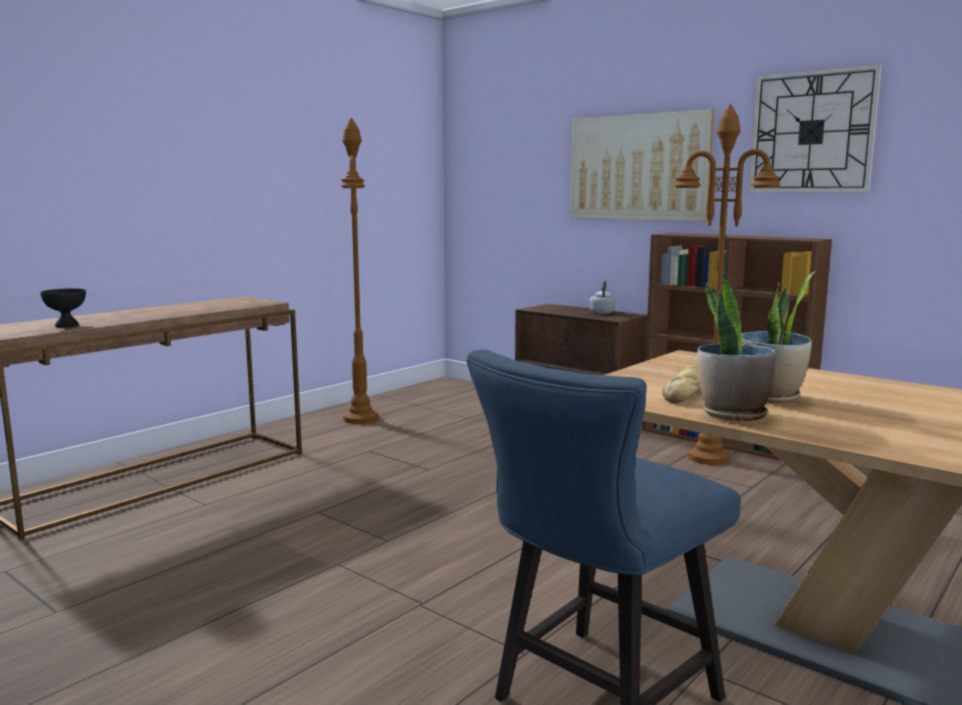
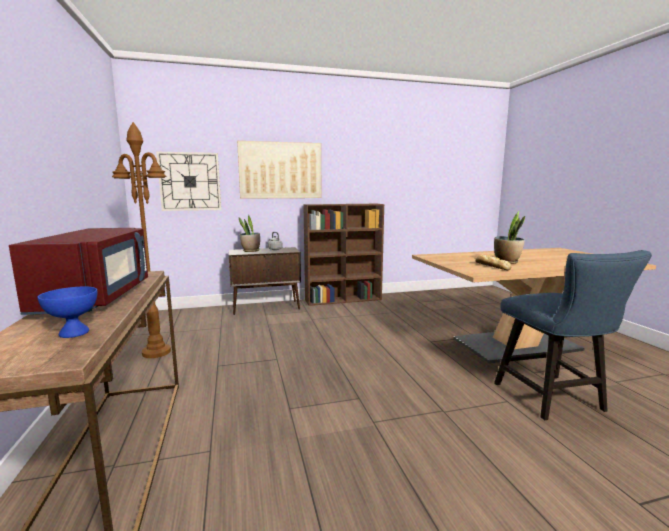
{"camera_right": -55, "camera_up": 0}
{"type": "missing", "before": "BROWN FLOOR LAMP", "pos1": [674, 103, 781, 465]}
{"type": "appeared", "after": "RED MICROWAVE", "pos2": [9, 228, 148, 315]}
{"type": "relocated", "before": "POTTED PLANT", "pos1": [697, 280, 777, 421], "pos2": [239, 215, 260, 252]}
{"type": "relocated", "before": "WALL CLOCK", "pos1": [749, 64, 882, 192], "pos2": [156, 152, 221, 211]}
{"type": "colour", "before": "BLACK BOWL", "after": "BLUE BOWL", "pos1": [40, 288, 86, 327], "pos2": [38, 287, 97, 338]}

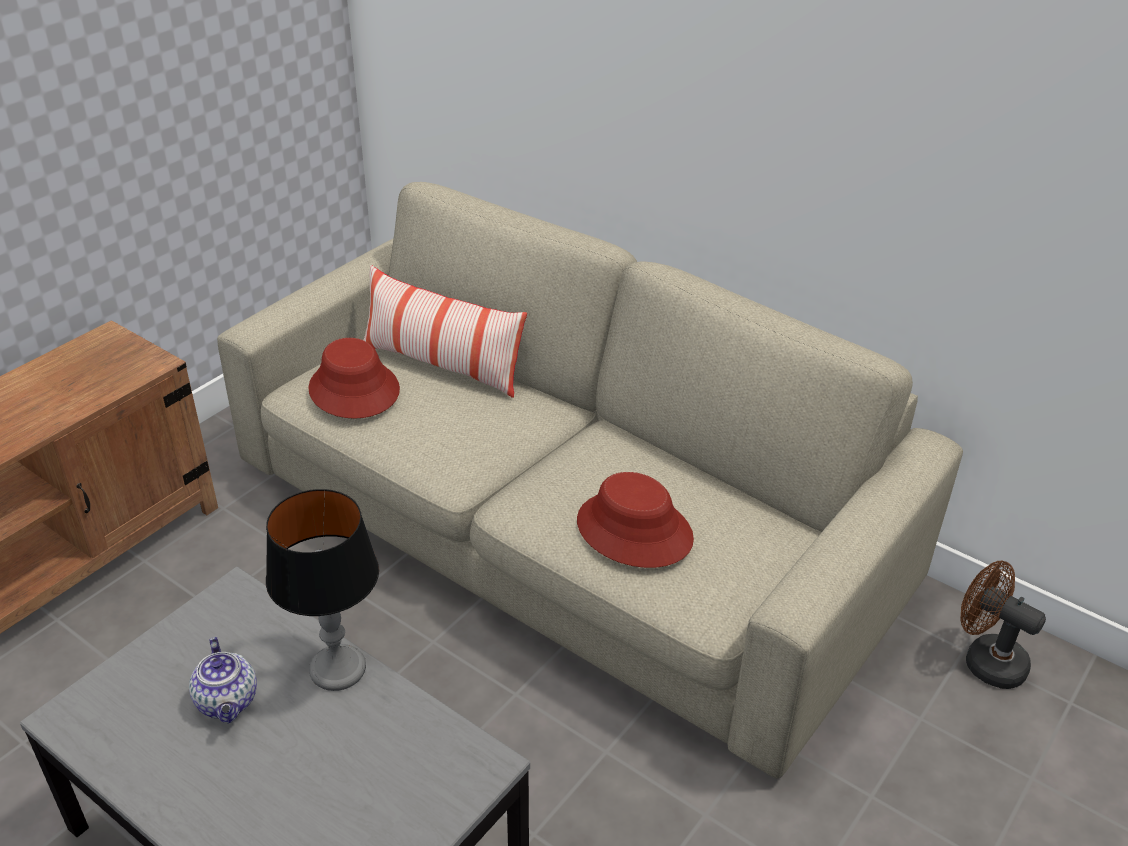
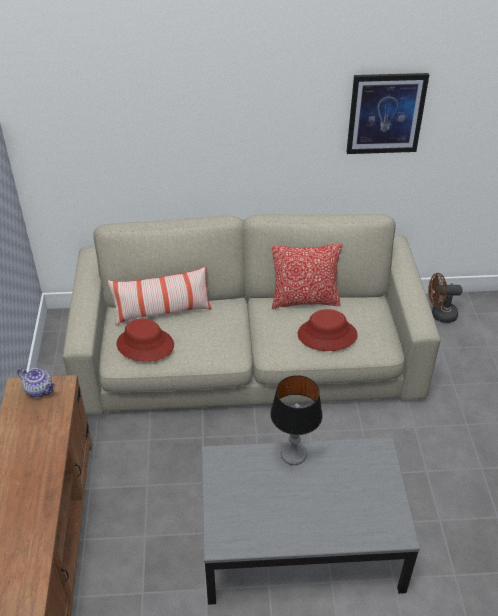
{"camera_right": -40, "camera_up": 5}
{"type": "appeared", "after": "PILLOW", "pos2": [272, 243, 343, 309]}
{"type": "appeared", "after": "PICTURE", "pos2": [347, 73, 429, 154]}
{"type": "relocated", "before": "TEAPOT", "pos1": [189, 637, 257, 723], "pos2": [17, 368, 55, 397]}

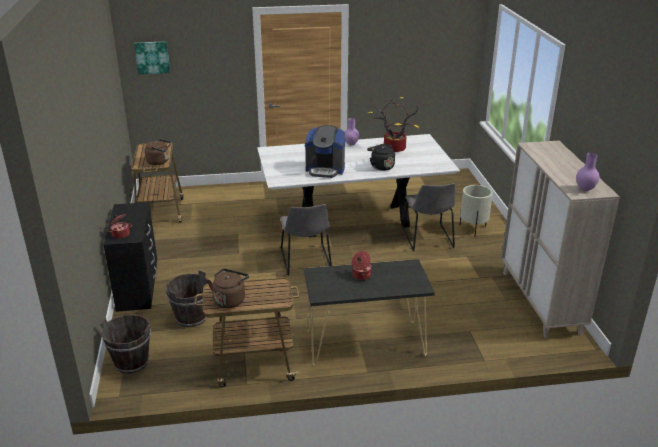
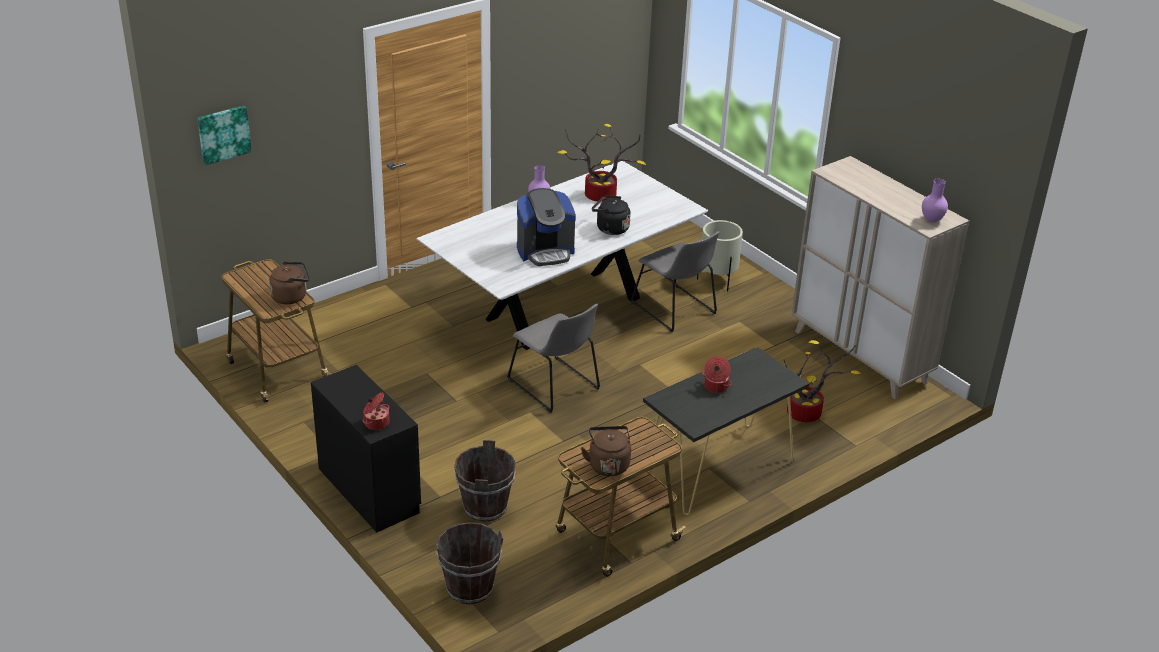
{"camera_right": -30, "camera_up": 5}
{"type": "appeared", "after": "POTTED PLANT", "pos2": [784, 340, 861, 422]}

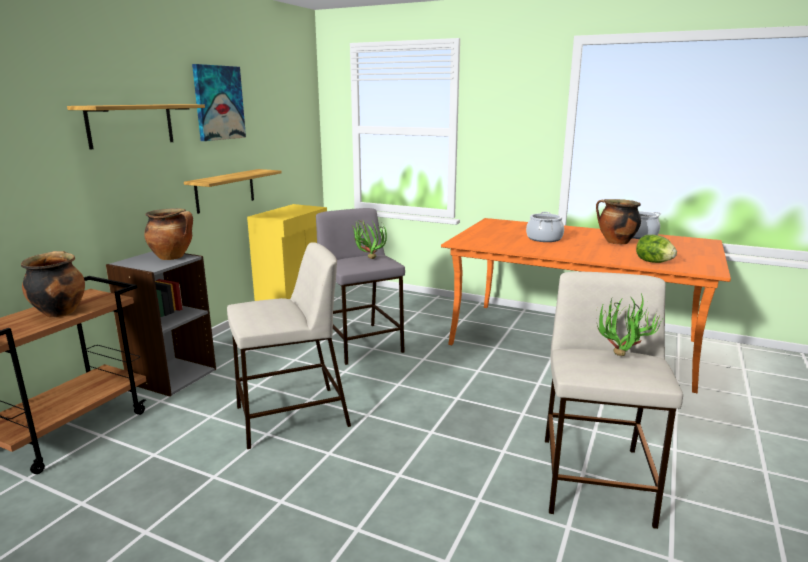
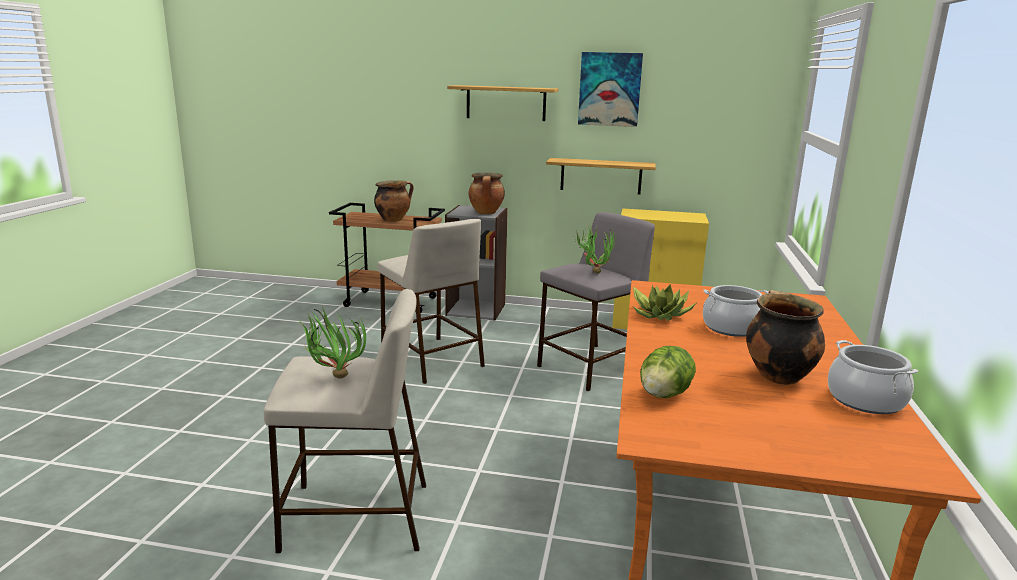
{"camera_right": 75, "camera_up": 0}
{"type": "appeared", "after": "POTTED PLANT", "pos2": [633, 284, 696, 321]}

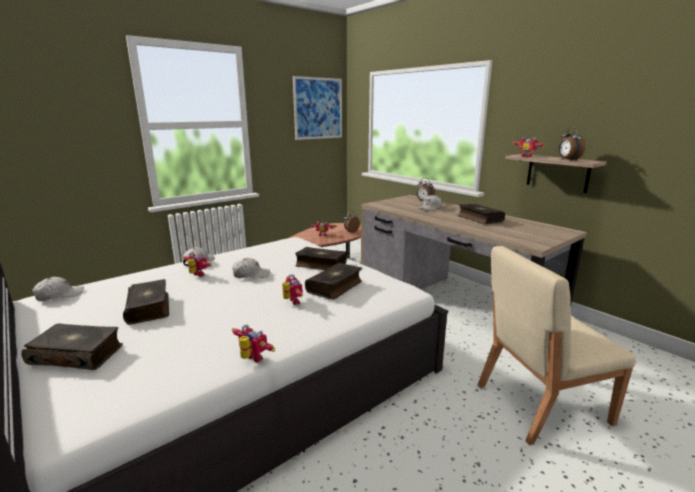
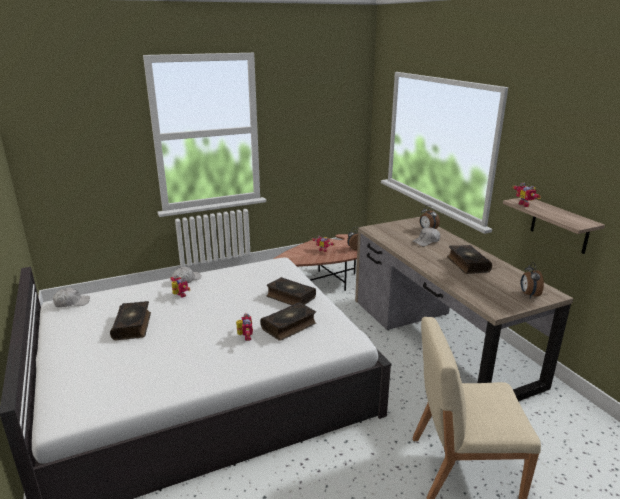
{"camera_right": 15, "camera_up": 5}
{"type": "missing", "before": "BOOK", "pos1": [21, 324, 123, 370]}
{"type": "missing", "before": "WHITE CAP", "pos1": [232, 258, 270, 278]}
{"type": "missing", "before": "TOY ROBOT", "pos1": [232, 324, 276, 362]}
{"type": "missing", "before": "PICTURE", "pos1": [293, 76, 342, 140]}
{"type": "relocated", "before": "ALARM CLOCK", "pos1": [558, 127, 585, 161], "pos2": [521, 262, 544, 298]}

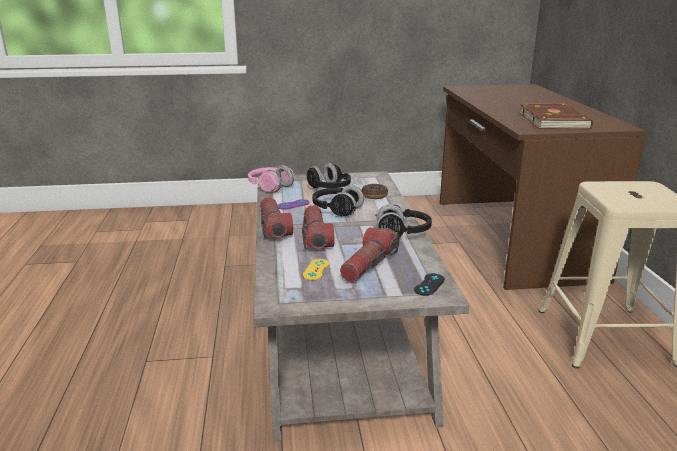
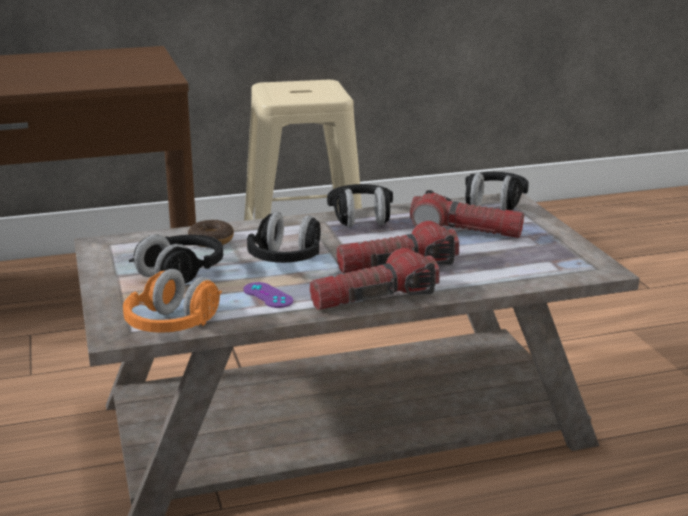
{"camera_right": -100, "camera_up": 0}
{"type": "missing", "before": "YELLOW GAME CONTROLLER", "pos1": [303, 259, 329, 280]}
{"type": "missing", "before": "BROWN BOOK", "pos1": [519, 103, 593, 129]}
{"type": "exchanged", "before": "BLACK GAME CONTROLLER", "after": "BLACK HEADPHONES", "pos1": [414, 273, 445, 296], "pos2": [465, 172, 529, 211]}
{"type": "colour", "before": "PINK HEADPHONES", "after": "ORANGE HEADPHONES", "pos1": [248, 165, 294, 192], "pos2": [123, 269, 222, 333]}

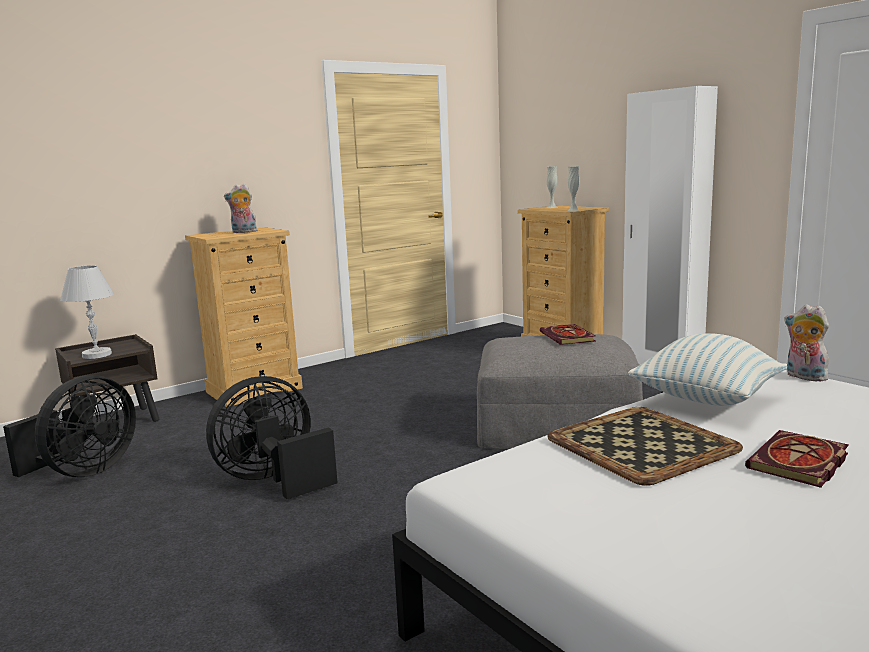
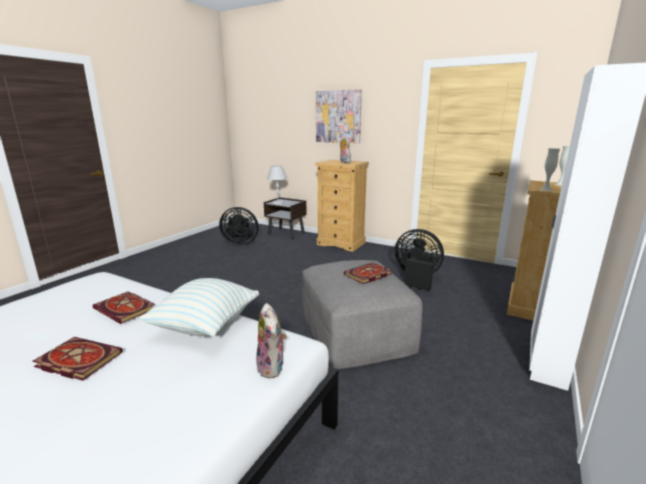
{"camera_right": 65, "camera_up": 5}
{"type": "appeared", "after": "PICTURE", "pos2": [316, 89, 362, 143]}
{"type": "relocated", "before": "BLACK FAN", "pos1": [206, 376, 338, 499], "pos2": [395, 229, 444, 291]}
{"type": "exchanged", "before": "TRAY", "after": "BOOK", "pos1": [547, 407, 743, 486], "pos2": [93, 291, 155, 324]}
{"type": "spun", "before": "PLUSH TOY", "pos1": [784, 304, 829, 381], "pos2": [256, 303, 287, 379], "turn": 135}

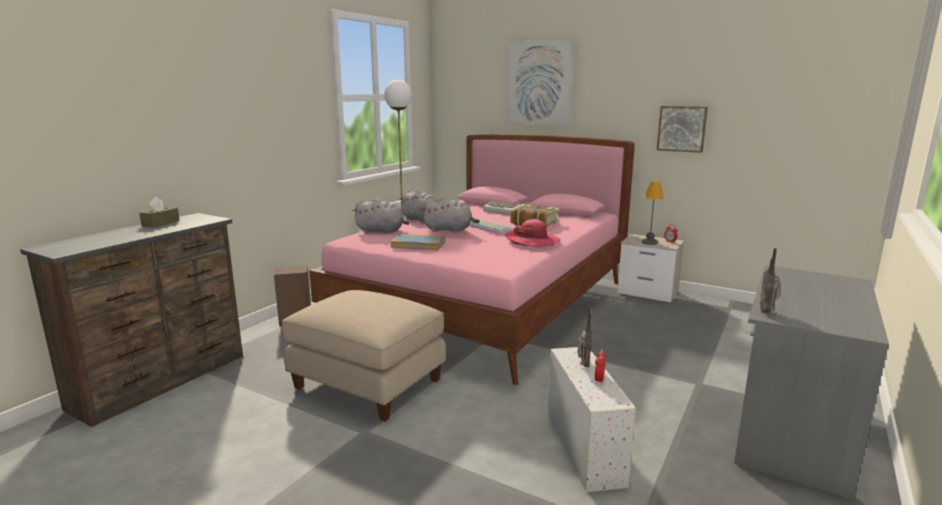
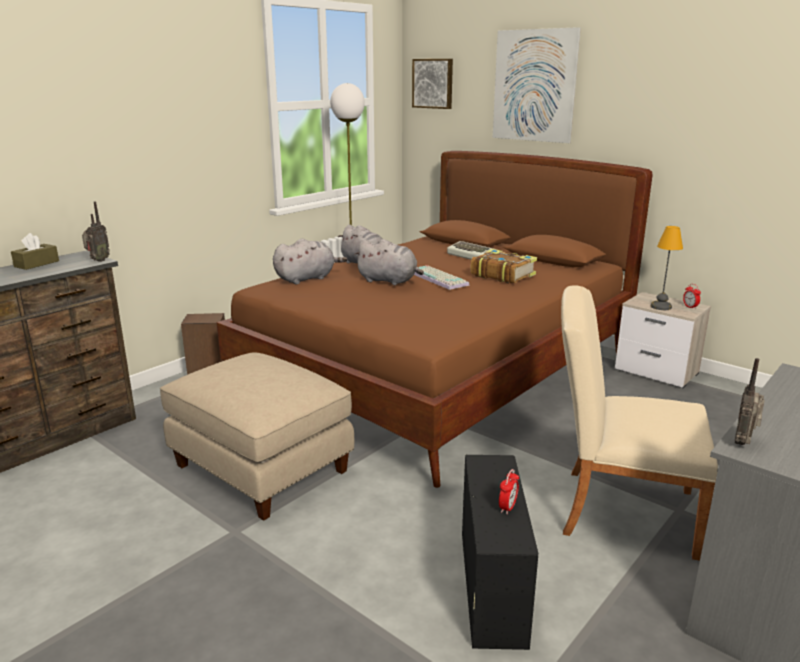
{"camera_right": 10, "camera_up": 5}
{"type": "missing", "before": "BOOK", "pos1": [390, 234, 445, 250]}
{"type": "missing", "before": "HAT", "pos1": [505, 219, 561, 247]}
{"type": "appeared", "after": "BEIGE CHAIR", "pos2": [561, 285, 718, 561]}
{"type": "relocated", "before": "RADIO", "pos1": [577, 306, 592, 367], "pos2": [82, 202, 110, 262]}
{"type": "relocated", "before": "PICTURE", "pos1": [657, 106, 708, 153], "pos2": [412, 59, 453, 109]}
{"type": "colour", "before": "PINK BED", "after": "BROWN BED", "pos1": [309, 134, 635, 385], "pos2": [217, 151, 653, 488]}
{"type": "colour", "before": "WHITE STORAGE BOX", "after": "BLACK STORAGE BOX", "pos1": [548, 347, 636, 492], "pos2": [462, 455, 538, 650]}
{"type": "spun", "before": "GREY PLUSH TOY", "pos1": [352, 198, 410, 234], "pos2": [273, 239, 347, 284], "turn": -60}

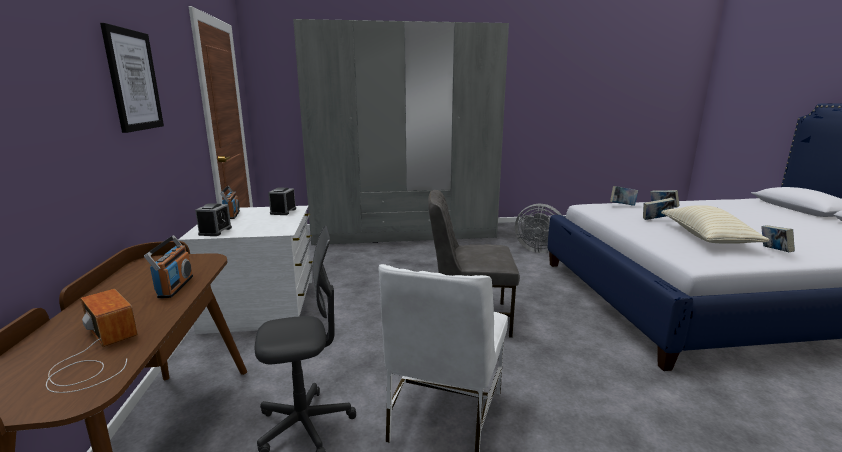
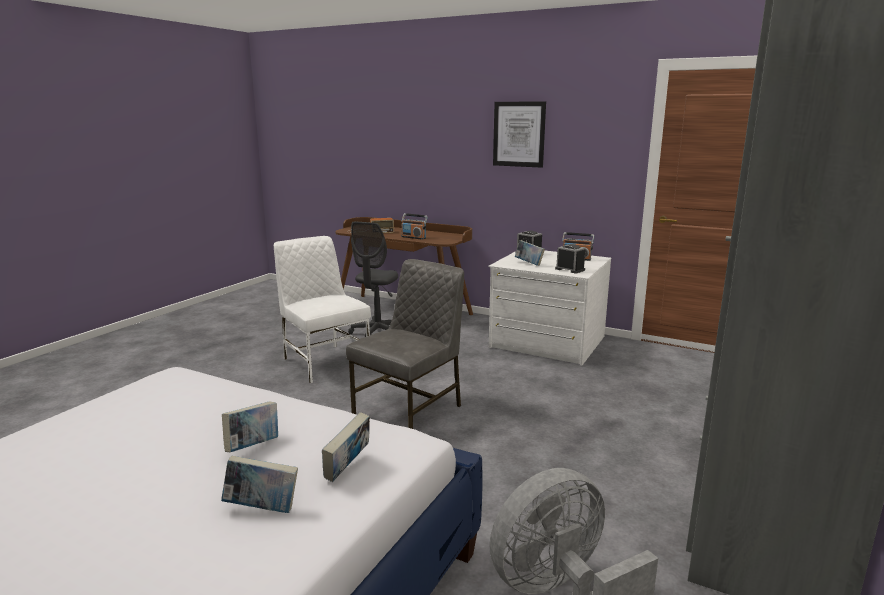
{"camera_right": 125, "camera_up": 0}
{"type": "missing", "before": "BEIGE PILLOW", "pos1": [661, 205, 770, 244]}
{"type": "relocated", "before": "BOOK", "pos1": [761, 225, 795, 252], "pos2": [515, 240, 545, 266]}

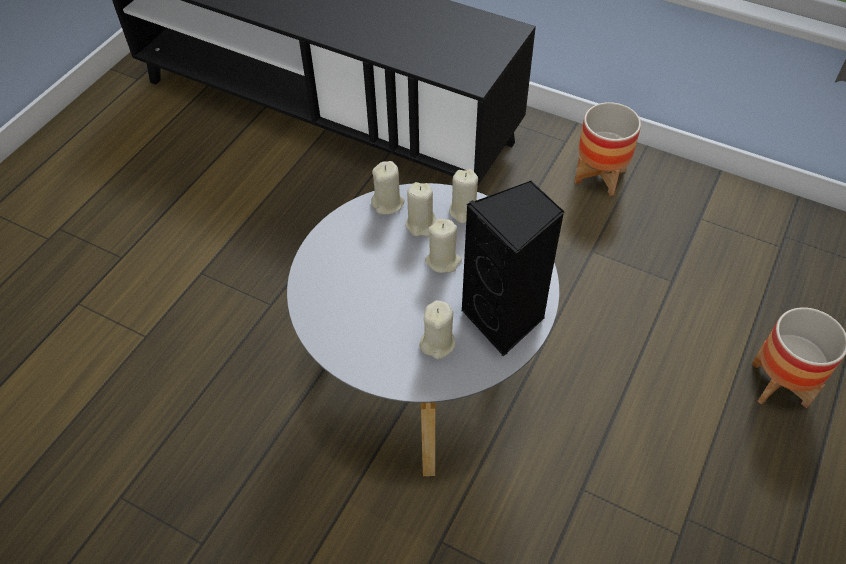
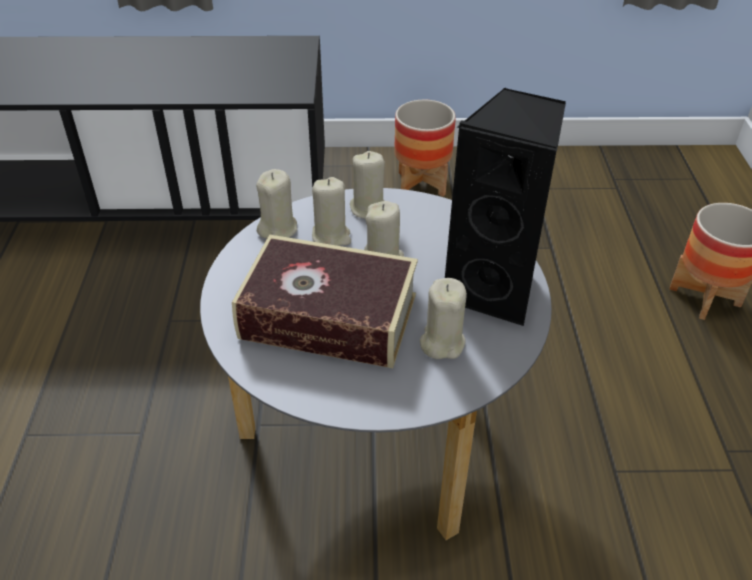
{"camera_right": -30, "camera_up": -10}
{"type": "appeared", "after": "BOOK", "pos2": [232, 235, 418, 368]}

